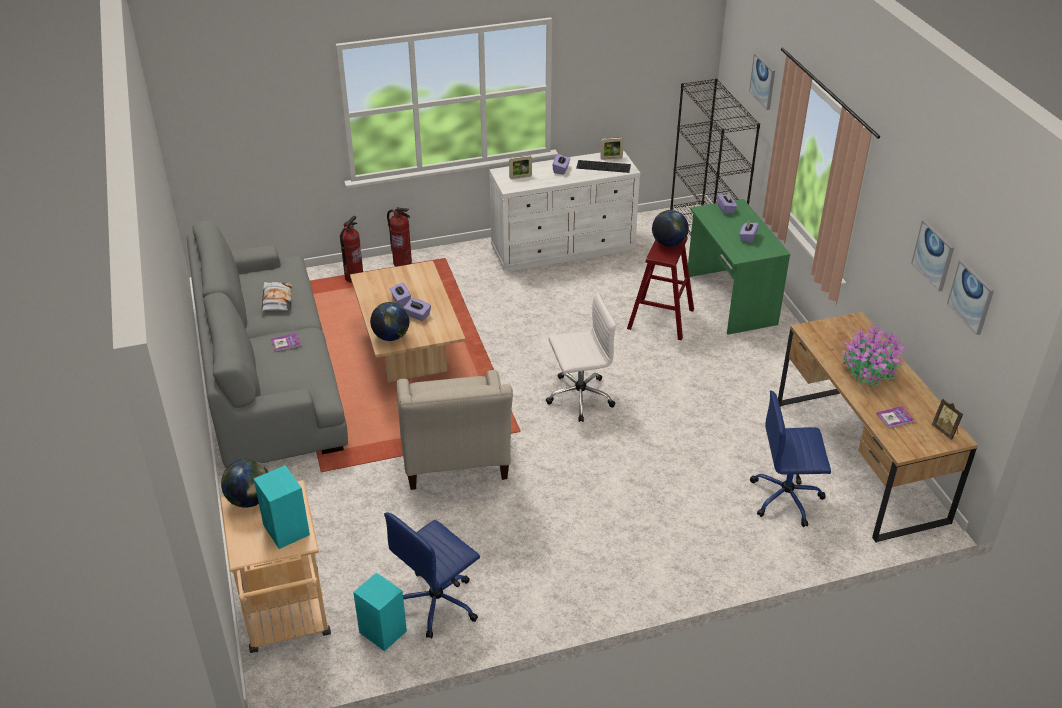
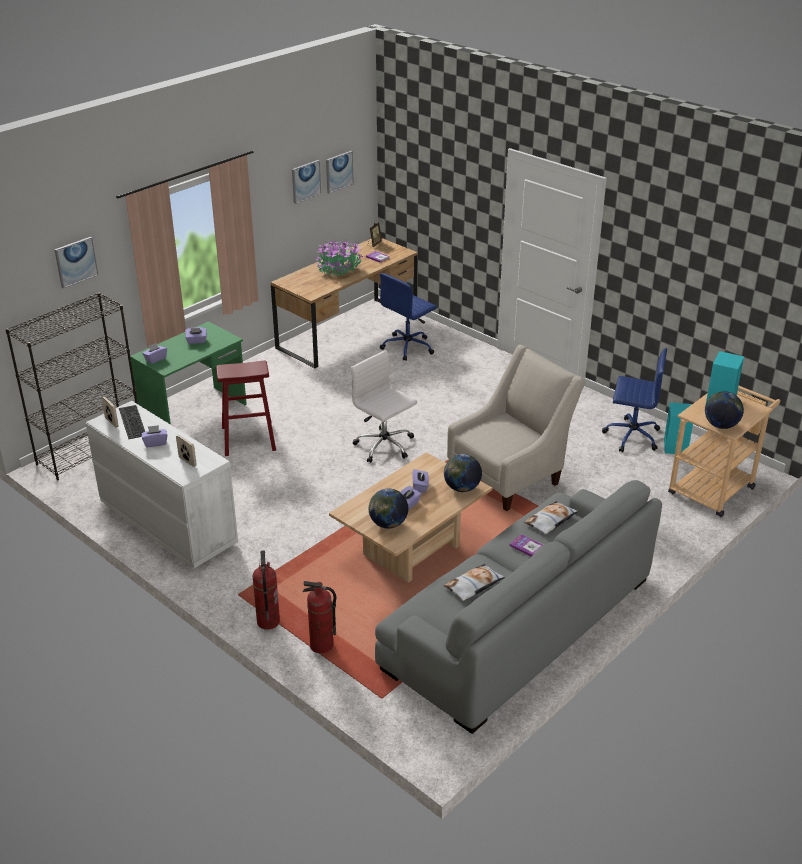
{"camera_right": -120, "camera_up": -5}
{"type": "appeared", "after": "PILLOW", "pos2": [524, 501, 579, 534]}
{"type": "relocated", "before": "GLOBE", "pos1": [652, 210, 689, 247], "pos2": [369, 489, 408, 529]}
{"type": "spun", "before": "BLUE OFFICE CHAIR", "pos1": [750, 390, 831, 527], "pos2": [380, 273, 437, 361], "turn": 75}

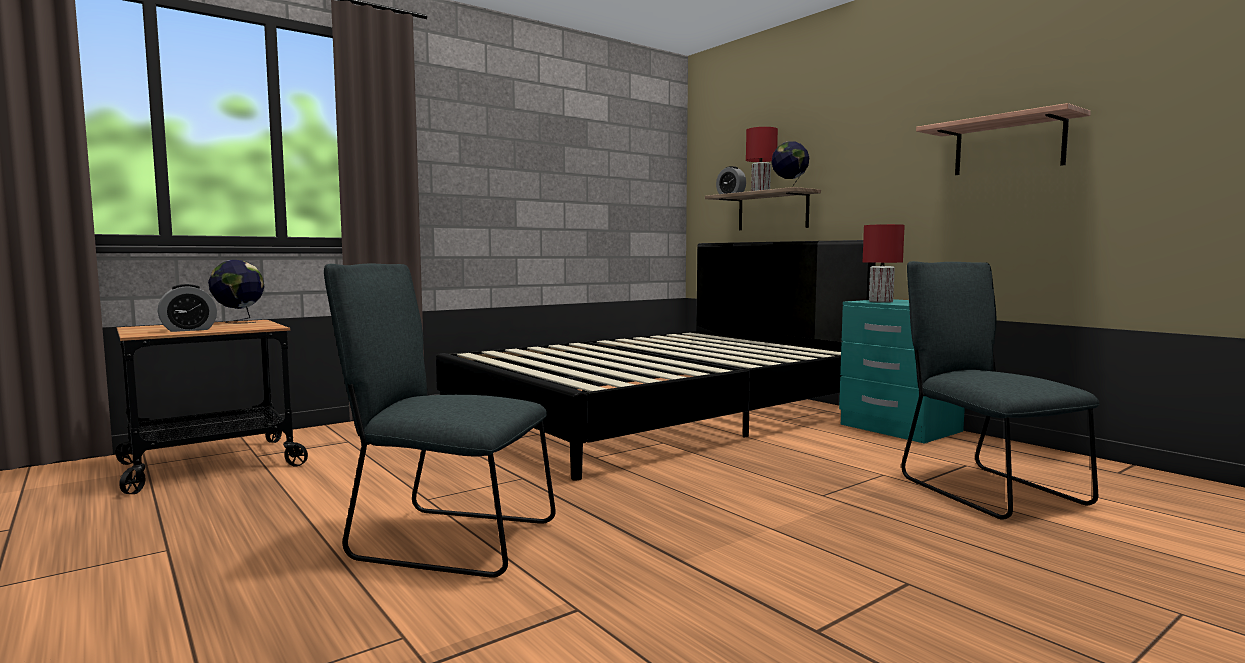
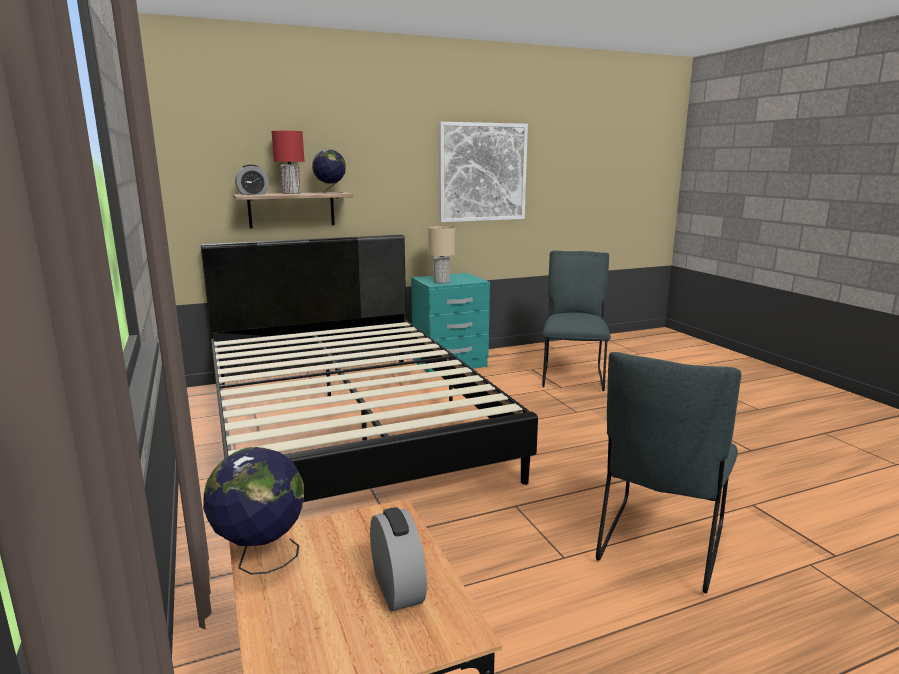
{"camera_right": -75, "camera_up": 10}
{"type": "exchanged", "before": "SHELF", "after": "PICTURE", "pos1": [916, 103, 1091, 175], "pos2": [439, 122, 528, 222]}
{"type": "colour", "before": "RED TABLE LAMP", "after": "BEIGE TABLE LAMP", "pos1": [863, 224, 905, 303], "pos2": [428, 226, 455, 283]}
{"type": "spun", "before": "GREY CHAIR", "pos1": [901, 261, 1099, 519], "pos2": [542, 250, 611, 391], "turn": 105}

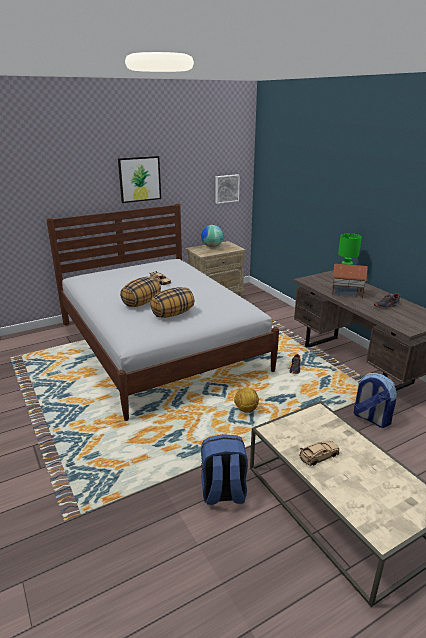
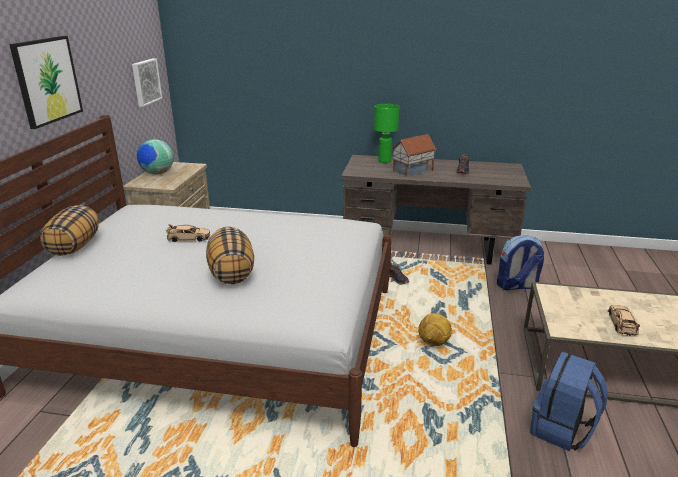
{"camera_right": -50, "camera_up": 0}
{"type": "relocated", "before": "PILLOW", "pos1": [150, 287, 194, 318], "pos2": [40, 205, 99, 256]}

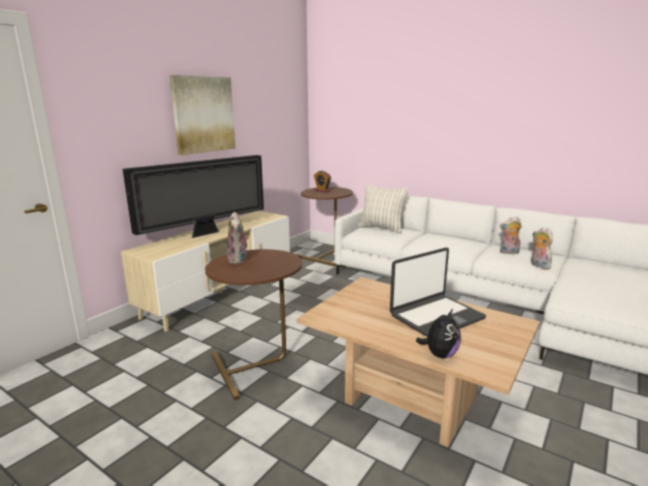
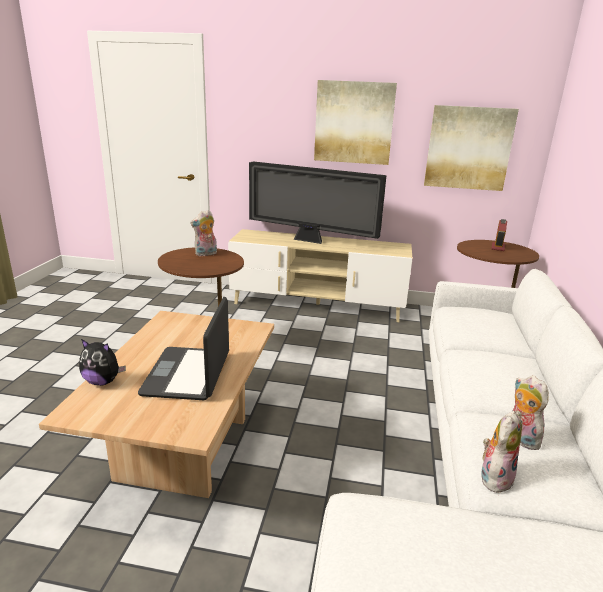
{"camera_right": 65, "camera_up": 5}
{"type": "missing", "before": "PILLOW", "pos1": [359, 185, 408, 233]}
{"type": "appeared", "after": "PICTURE", "pos2": [424, 105, 519, 191]}
{"type": "spun", "before": "LAPTOP", "pos1": [390, 247, 486, 337], "pos2": [138, 297, 229, 400], "turn": 60}

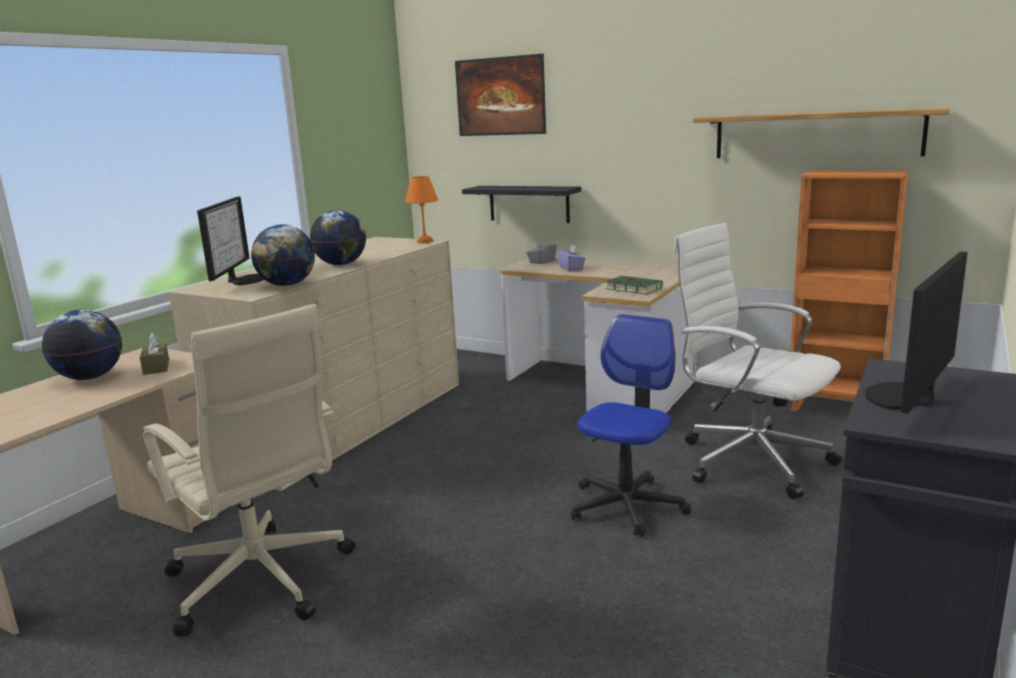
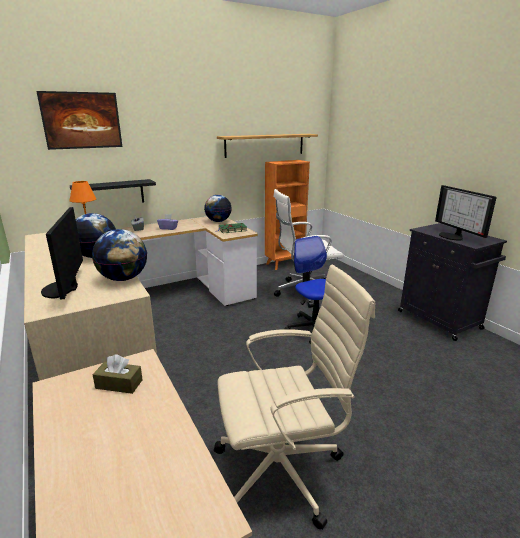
{"camera_right": -60, "camera_up": 5}
{"type": "relocated", "before": "GLOBE", "pos1": [42, 310, 122, 380], "pos2": [204, 195, 232, 222]}
{"type": "spun", "before": "MONITOR", "pos1": [197, 197, 264, 285], "pos2": [41, 207, 83, 300], "turn": -135}

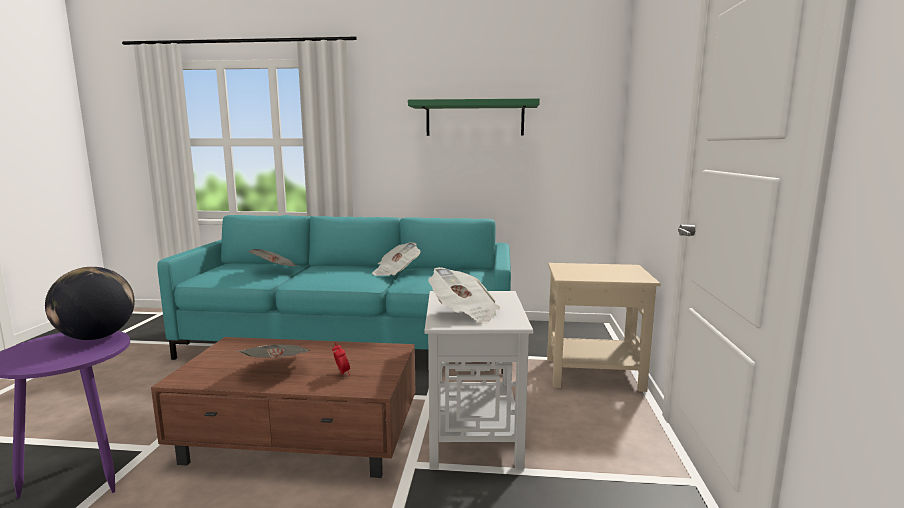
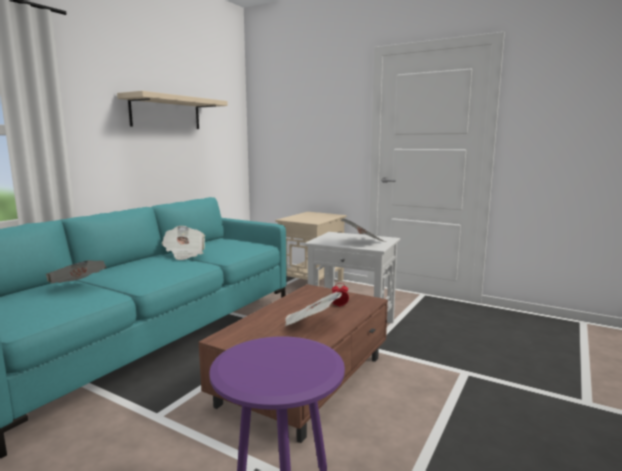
{"camera_right": -65, "camera_up": 0}
{"type": "missing", "before": "GLOBE", "pos1": [45, 267, 135, 340]}
{"type": "colour", "before": "GREEN SHELF", "after": "BEIGE SHELF", "pos1": [408, 99, 540, 136], "pos2": [117, 91, 228, 129]}

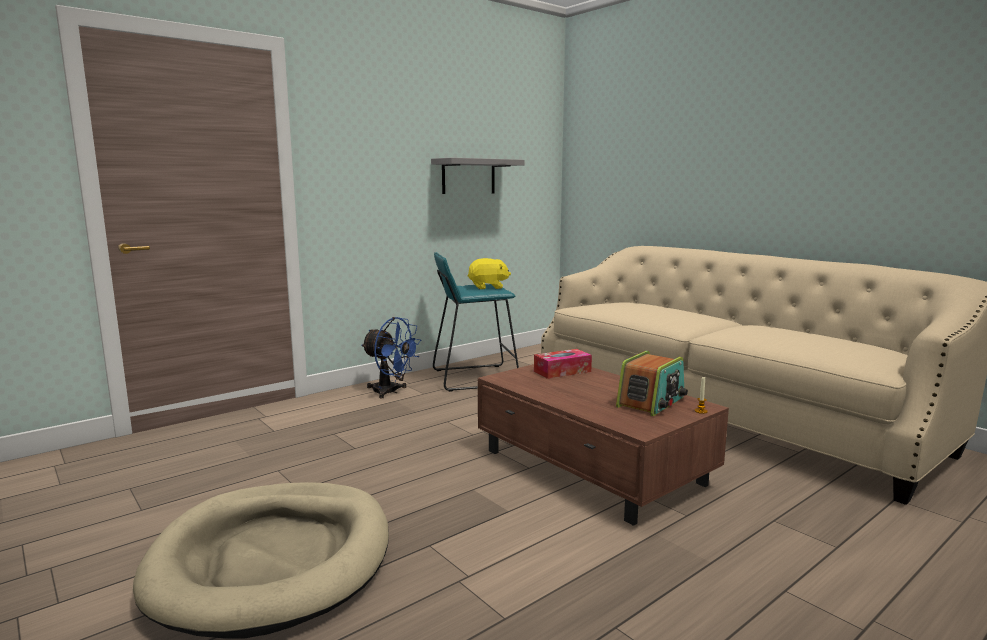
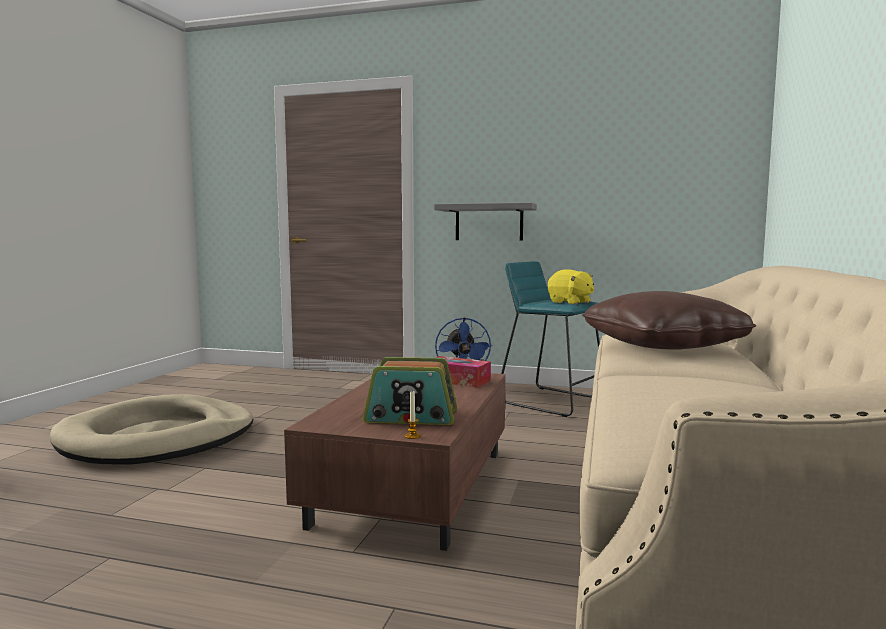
{"camera_right": 55, "camera_up": -5}
{"type": "appeared", "after": "BROWN PILLOW", "pos2": [582, 291, 756, 350]}
{"type": "relocated", "before": "GREY SHELF", "pos1": [431, 158, 525, 194], "pos2": [434, 203, 537, 240]}

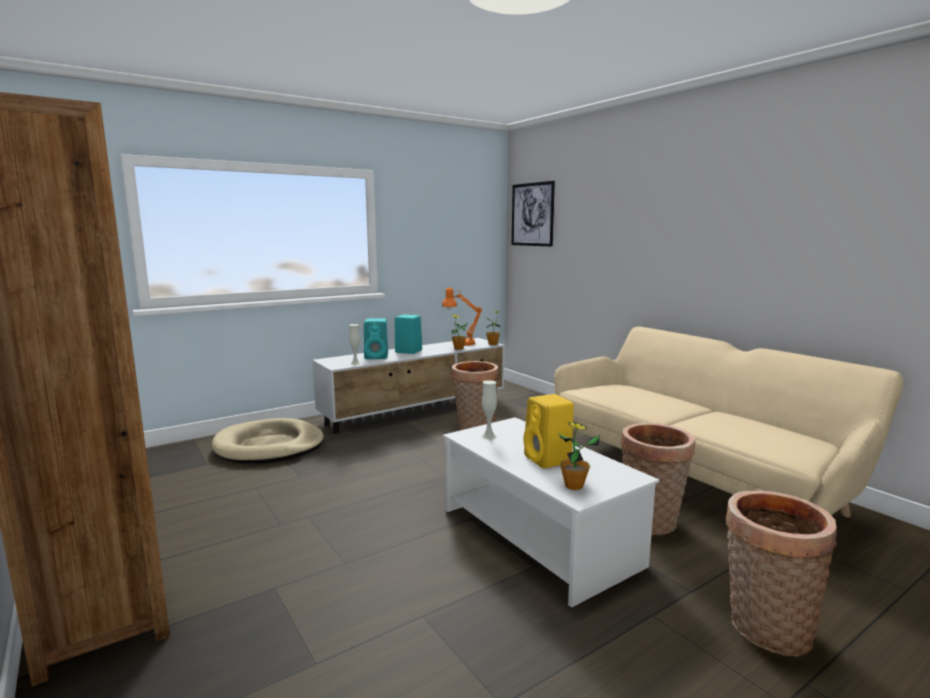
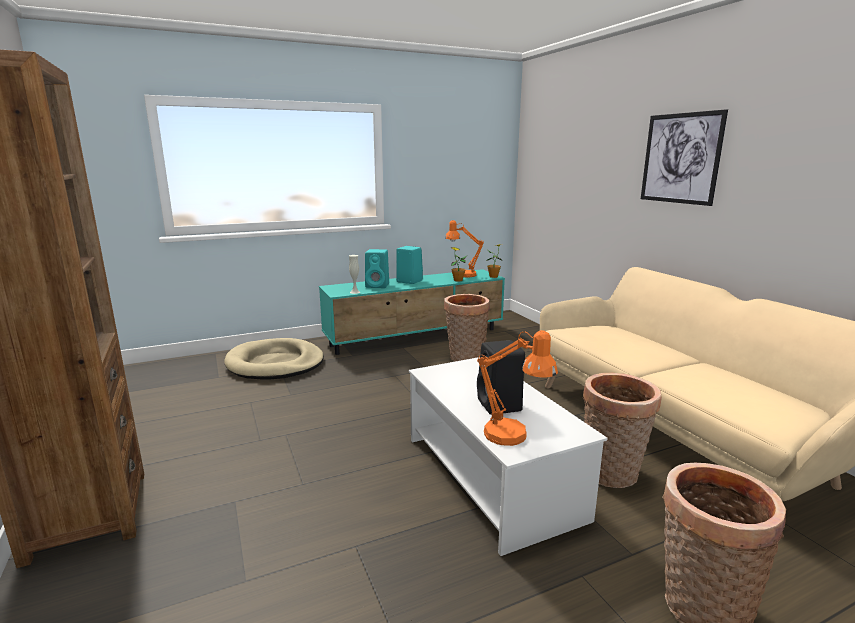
{"camera_right": 10, "camera_up": 5}
{"type": "missing", "before": "WHITE VASE", "pos1": [481, 380, 497, 440]}
{"type": "relocated", "before": "PICTURE", "pos1": [512, 181, 555, 247], "pos2": [641, 109, 728, 206]}
{"type": "exchanged", "before": "POTTED PLANT", "after": "ORANGE TABLE LAMP", "pos1": [559, 422, 600, 490], "pos2": [477, 330, 558, 446]}
{"type": "colour", "before": "WHITE TV STAND", "after": "TURQUOISE TV STAND", "pos1": [312, 338, 505, 433], "pos2": [319, 269, 505, 355]}
{"type": "colour", "before": "YELLOW SPEAKER", "after": "BLACK SPEAKER", "pos1": [524, 394, 574, 468], "pos2": [477, 340, 525, 415]}

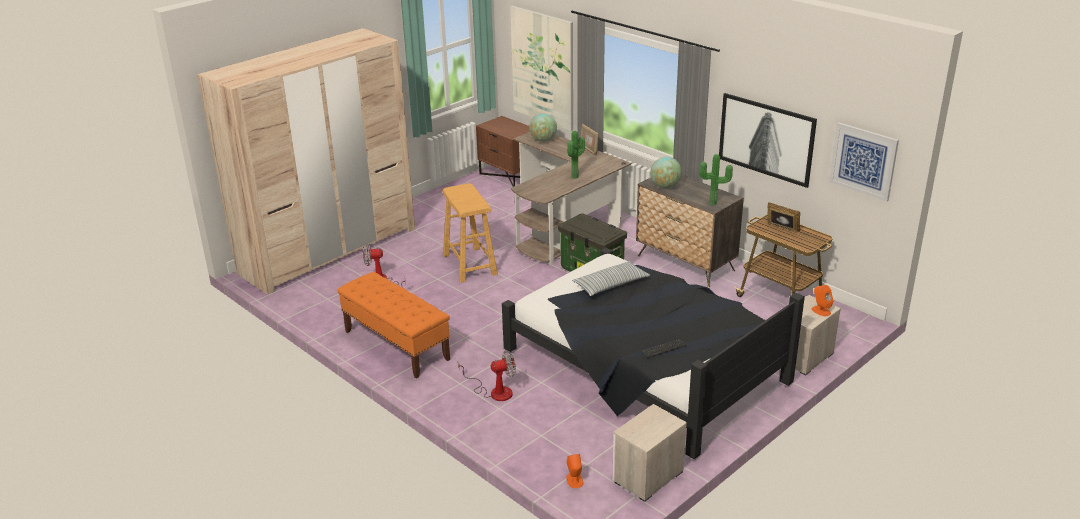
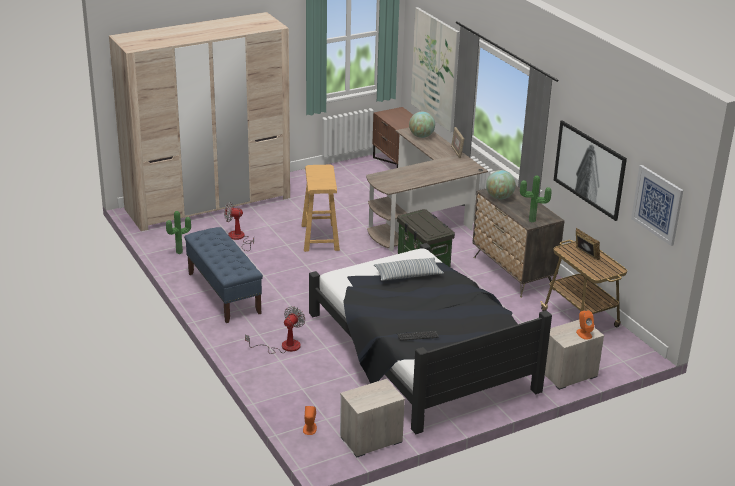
{"camera_right": 15, "camera_up": 0}
{"type": "relocated", "before": "POTTED PLANT", "pos1": [567, 131, 585, 179], "pos2": [166, 211, 191, 254]}
{"type": "colour", "before": "ORANGE BENCH", "after": "BLUE BENCH", "pos1": [337, 272, 450, 379], "pos2": [184, 227, 263, 323]}
{"type": "spun", "before": "FAN", "pos1": [458, 351, 516, 401], "pos2": [245, 307, 305, 354], "turn": -60}

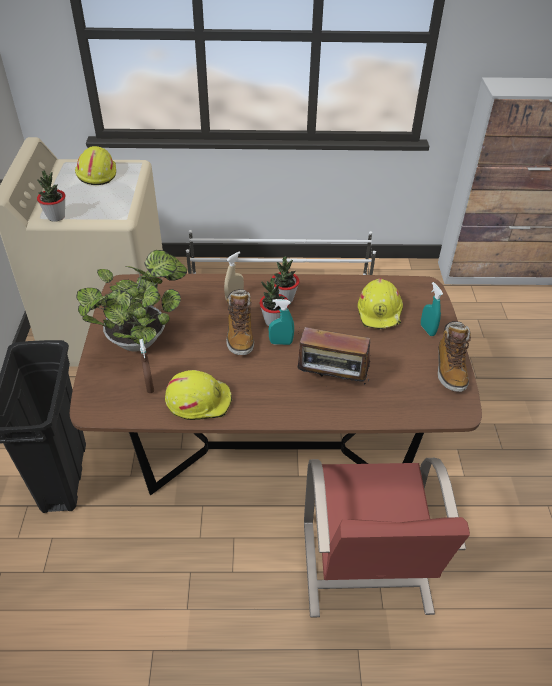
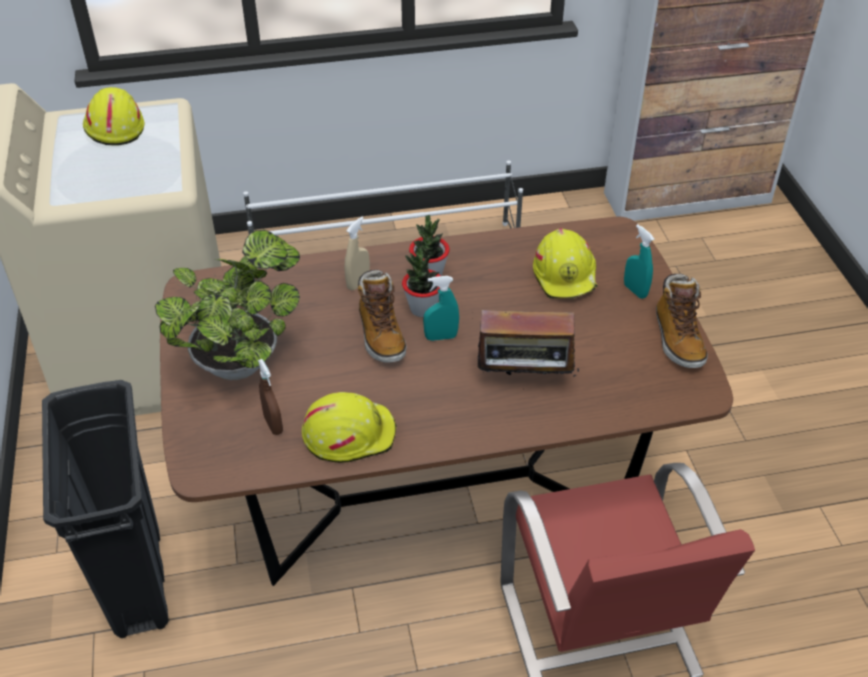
{"camera_right": -10, "camera_up": 0}
{"type": "missing", "before": "POTTED PLANT", "pos1": [37, 170, 65, 222]}

